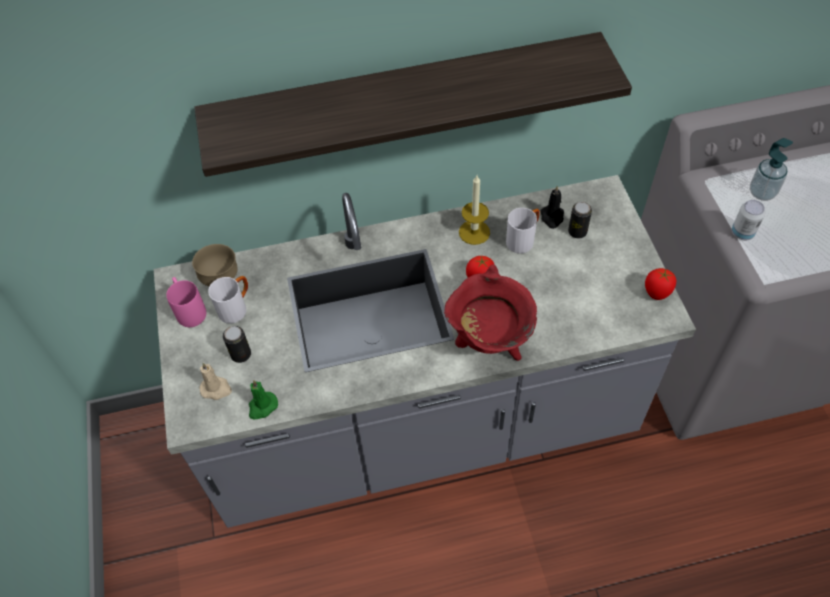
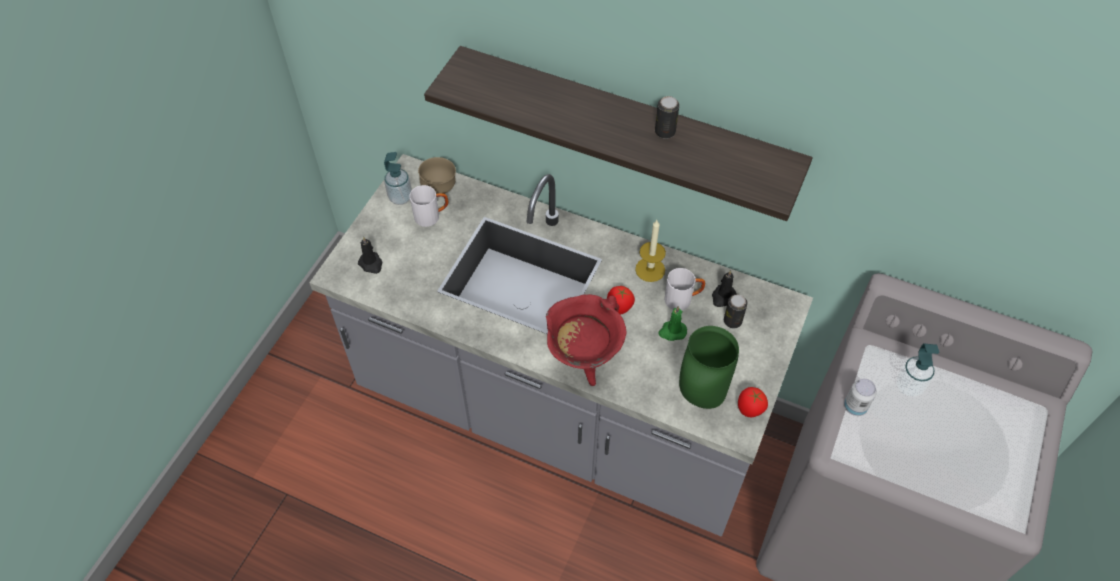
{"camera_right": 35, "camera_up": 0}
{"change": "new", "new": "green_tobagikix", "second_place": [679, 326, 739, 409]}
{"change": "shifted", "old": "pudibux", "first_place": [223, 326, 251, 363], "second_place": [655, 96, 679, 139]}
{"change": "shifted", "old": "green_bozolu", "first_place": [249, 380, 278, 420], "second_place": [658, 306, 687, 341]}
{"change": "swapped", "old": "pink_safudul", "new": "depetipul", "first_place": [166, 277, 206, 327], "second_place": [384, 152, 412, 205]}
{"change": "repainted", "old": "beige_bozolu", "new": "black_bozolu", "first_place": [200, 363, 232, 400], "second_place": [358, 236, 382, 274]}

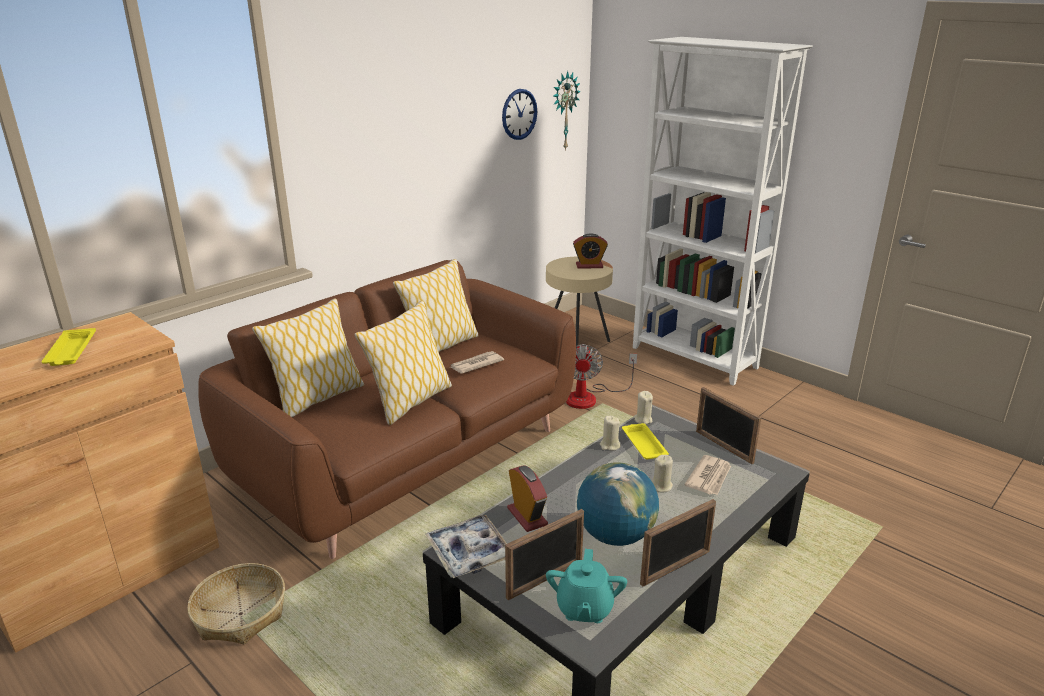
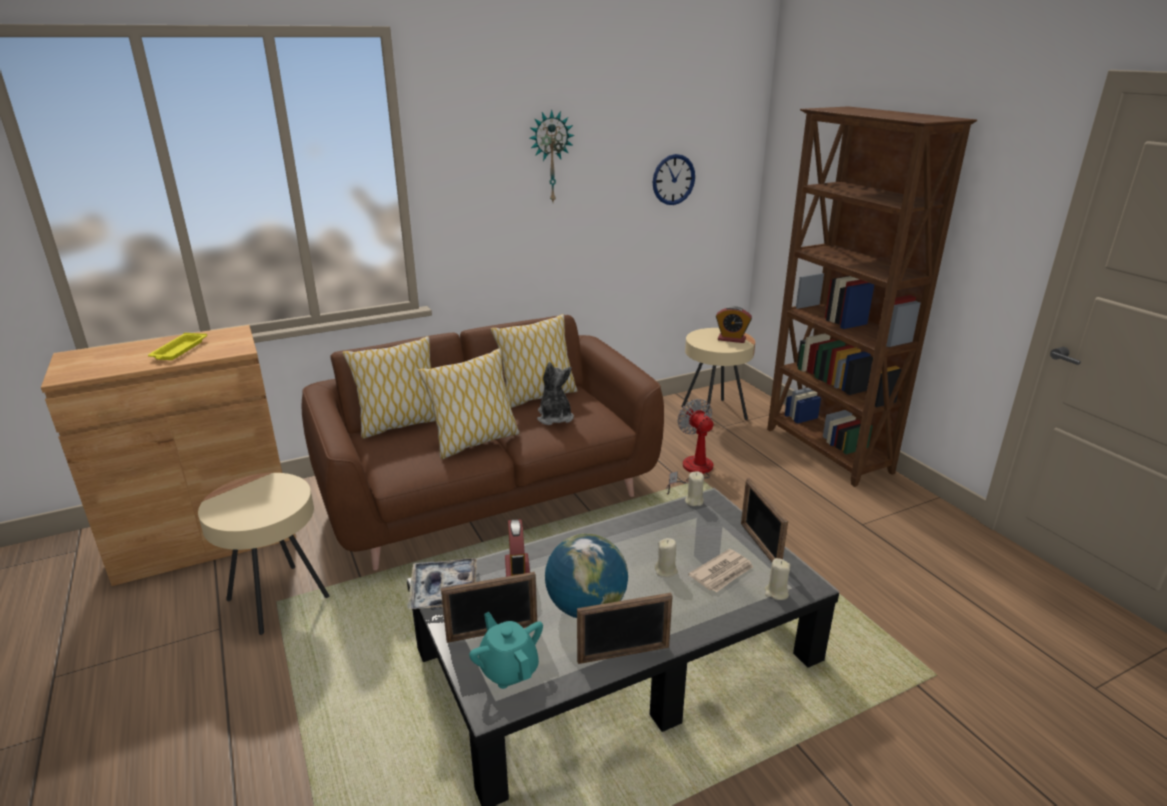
{"camera_right": 20, "camera_up": 0}
{"change": "gone", "old": "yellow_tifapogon", "first_place": [622, 423, 669, 459]}
{"change": "shifted", "old": "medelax", "first_place": [553, 71, 581, 151], "second_place": [529, 109, 575, 202]}
{"change": "shifted", "old": "beige_bozolu", "first_place": [600, 416, 621, 451], "second_place": [765, 558, 791, 600]}
{"change": "swapped", "old": "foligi", "new": "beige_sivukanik", "first_place": [187, 563, 285, 644], "second_place": [198, 473, 329, 635]}
{"change": "swapped", "old": "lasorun", "new": "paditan", "first_place": [449, 351, 504, 374], "second_place": [537, 362, 574, 425]}
{"change": "repainted", "old": "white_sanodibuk", "new": "brown_sanodibuk", "first_place": [633, 37, 813, 386], "second_place": [767, 106, 977, 487]}
{"change": "rotated", "old": "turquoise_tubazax", "first_place": [546, 549, 627, 623], "second_place": [469, 612, 543, 689], "degrees": 120}
{"change": "rotated", "old": "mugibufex", "first_place": [566, 344, 637, 409], "second_place": [666, 399, 713, 494], "degrees": 135}

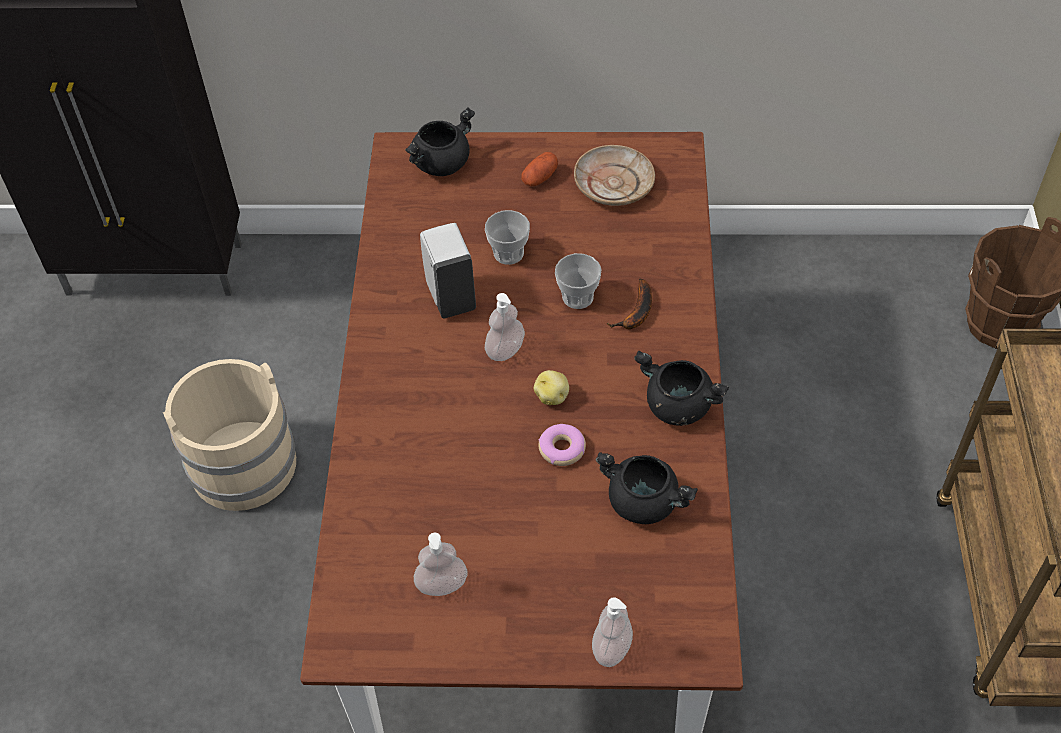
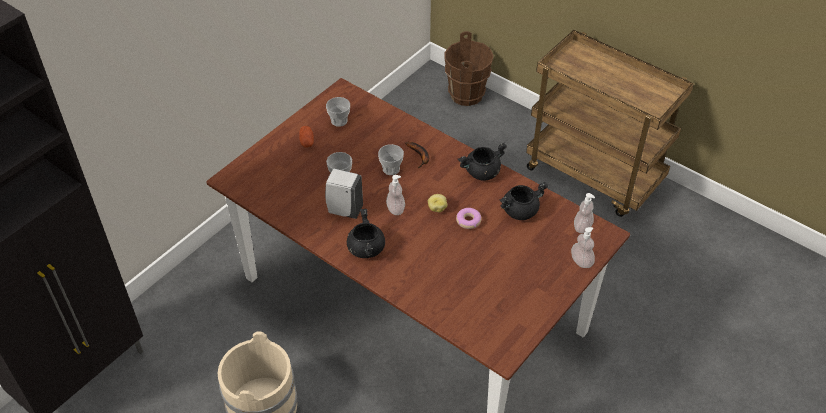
{"camera_right": -55, "camera_up": -5}
{"change": "shifted", "old": "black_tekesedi", "first_place": [405, 107, 475, 176], "second_place": [347, 209, 385, 258]}
{"change": "shifted", "old": "depetipul", "first_place": [414, 533, 468, 596], "second_place": [574, 193, 595, 234]}
{"change": "swapped", "old": "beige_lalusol", "new": "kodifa", "first_place": [574, 145, 655, 206], "second_place": [326, 97, 350, 127]}

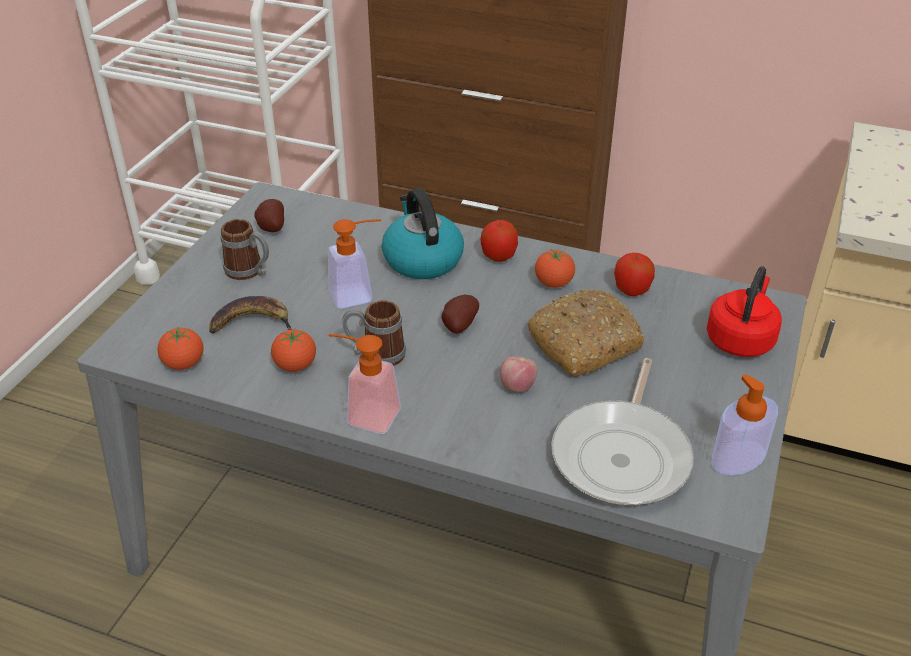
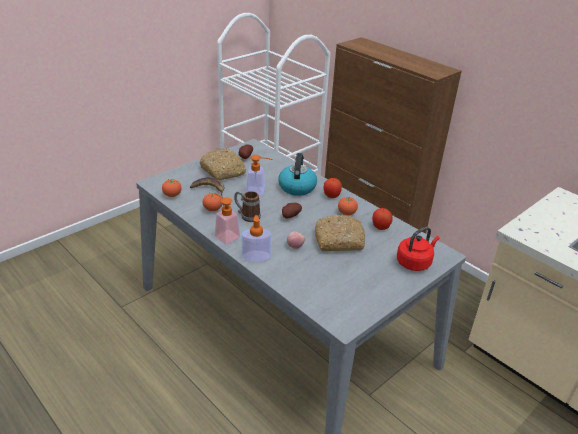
{"camera_right": 25, "camera_up": -5}
{"change": "gone", "old": "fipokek", "first_place": [551, 358, 694, 505]}
{"change": "shifted", "old": "depetipul", "first_place": [711, 374, 778, 475], "second_place": [241, 215, 271, 262]}
{"change": "swapped", "old": "safudul", "new": "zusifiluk", "first_place": [220, 219, 269, 280], "second_place": [199, 148, 246, 181]}

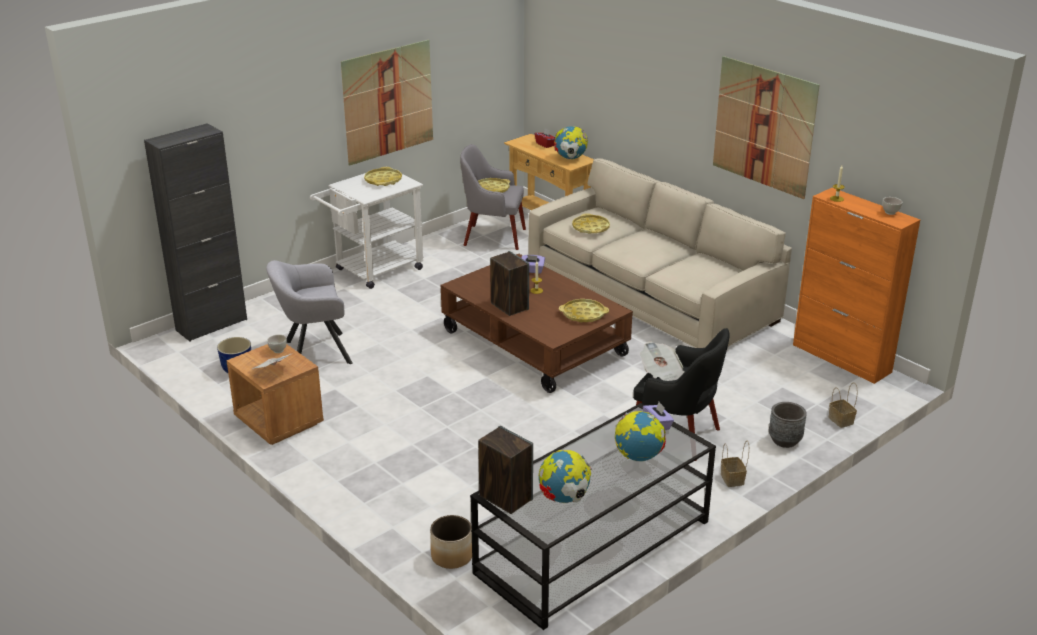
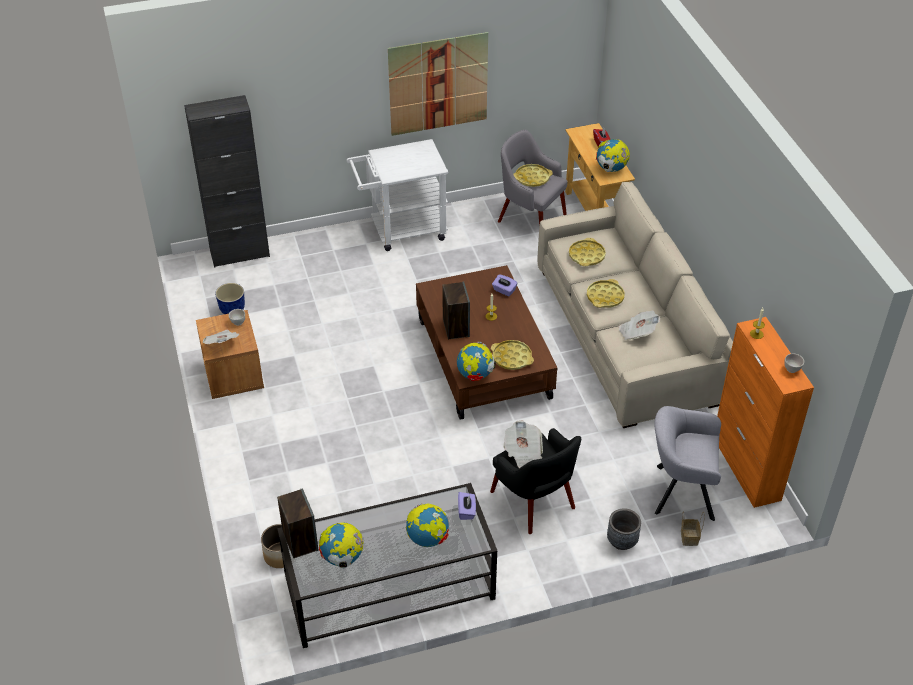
{"camera_right": 25, "camera_up": 15}
{"change": "gone", "old": "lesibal", "first_place": [713, 56, 820, 199]}
{"change": "gone", "old": "foligi", "first_place": [721, 441, 749, 487]}
{"change": "new", "new": "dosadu", "second_place": [457, 342, 496, 381]}
{"change": "new", "new": "lasorun", "second_place": [618, 311, 660, 340]}
{"change": "shifted", "old": "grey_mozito", "first_place": [266, 260, 353, 364], "second_place": [654, 406, 721, 521]}
{"change": "shifted", "old": "yellow_tifapogon", "first_place": [364, 167, 402, 186], "second_place": [587, 279, 625, 308]}

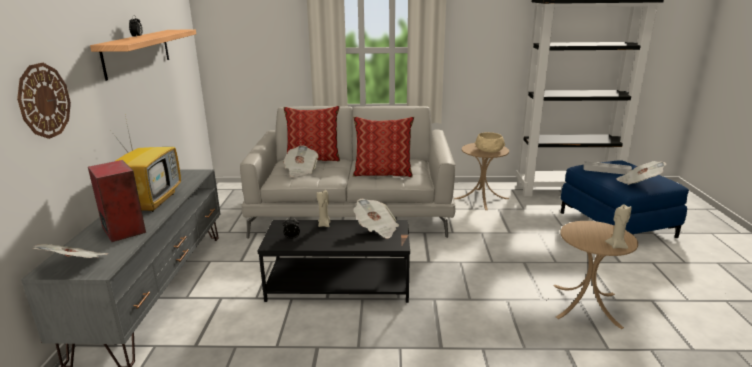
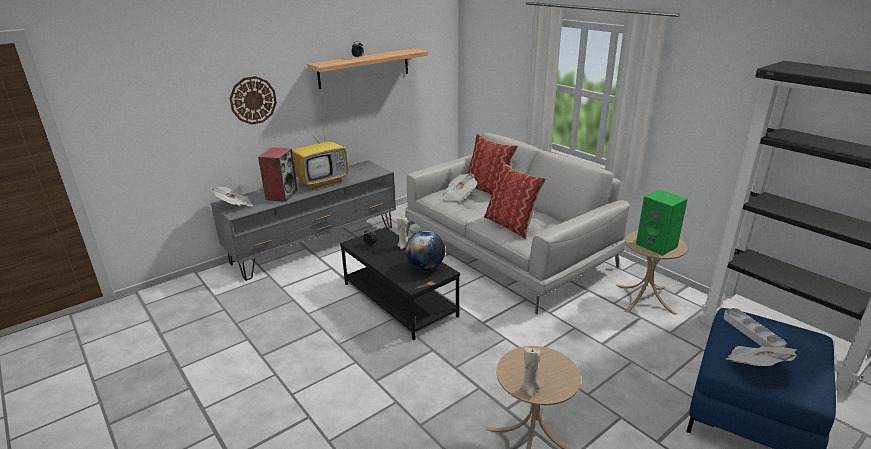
{"camera_right": 50, "camera_up": 5}
{"change": "swapped", "old": "lasorun", "new": "dosadu", "first_place": [353, 199, 399, 238], "second_place": [405, 231, 445, 271]}
{"change": "swapped", "old": "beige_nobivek", "new": "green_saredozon", "first_place": [475, 132, 505, 153], "second_place": [636, 189, 688, 256]}

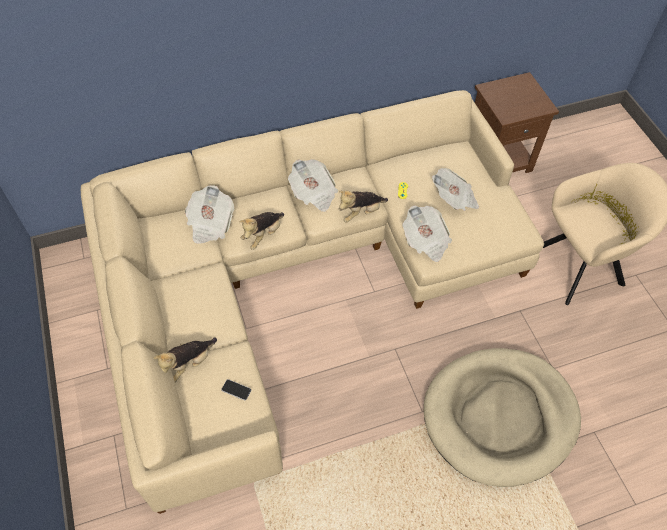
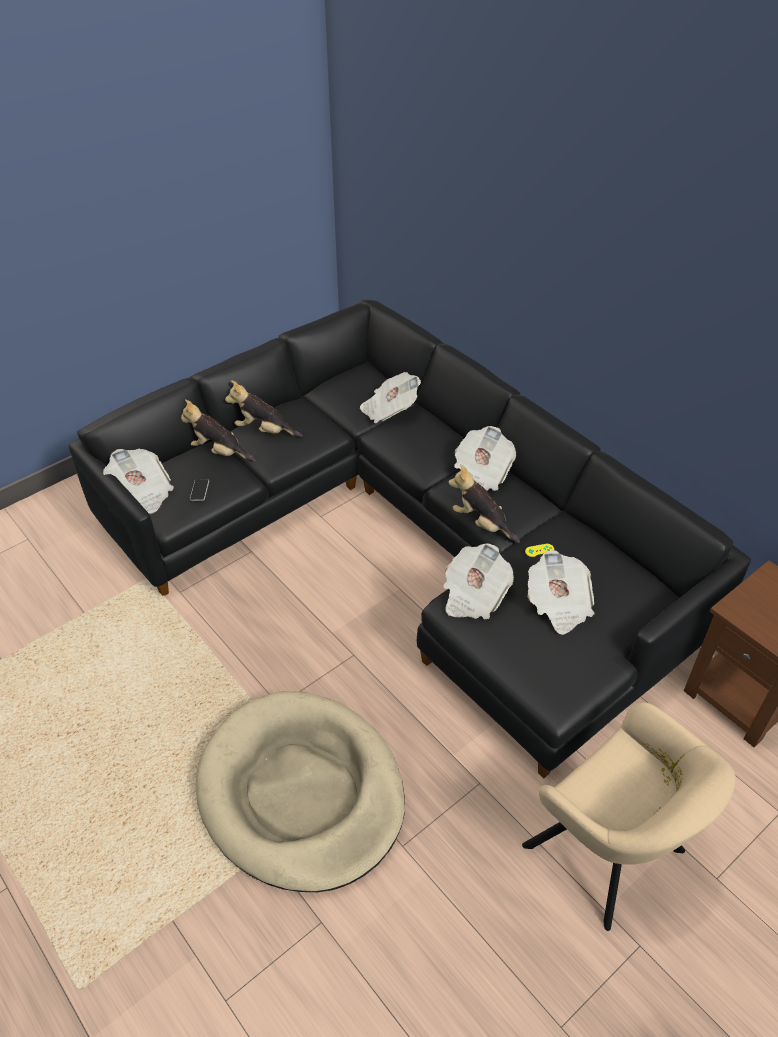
{"camera_right": 70, "camera_up": -10}
{"change": "new", "new": "lasorun", "second_place": [103, 449, 174, 514]}
{"change": "shifted", "old": "paditan", "first_place": [240, 212, 284, 250], "second_place": [225, 380, 302, 437]}
{"change": "repainted", "old": "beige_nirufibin", "new": "black_nirufibin", "first_place": [81, 90, 544, 514], "second_place": [68, 300, 751, 778]}

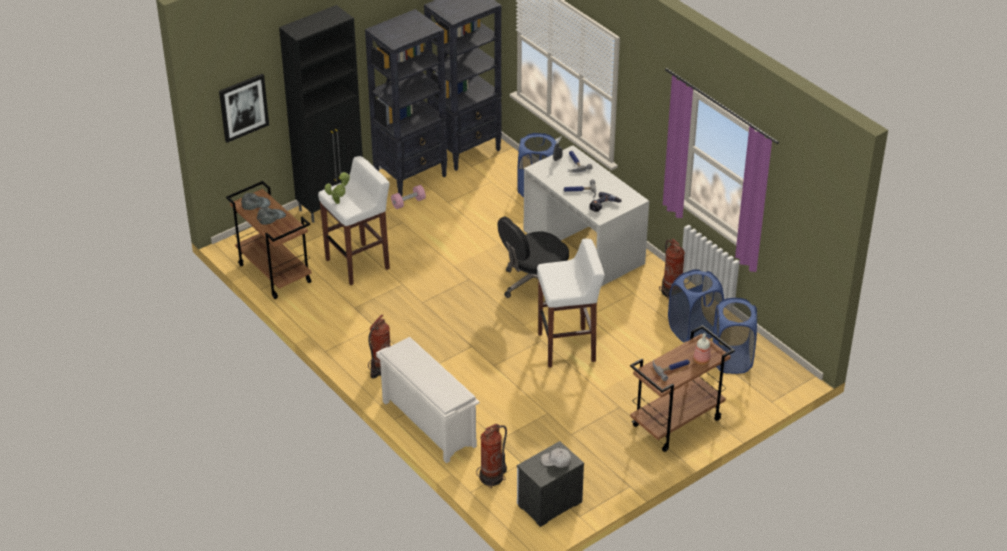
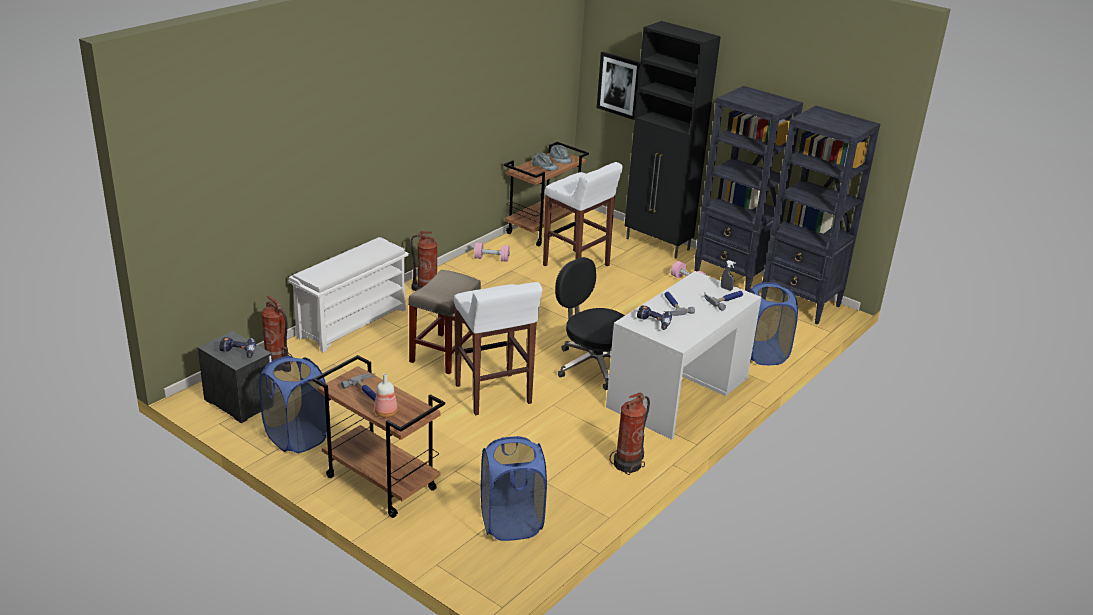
{"camera_right": 75, "camera_up": -10}
{"change": "gone", "old": "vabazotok", "first_place": [325, 172, 350, 204]}
{"change": "new", "new": "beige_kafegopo", "second_place": [408, 270, 481, 374]}
{"change": "new", "new": "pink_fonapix", "second_place": [474, 243, 510, 262]}
{"change": "shifted", "old": "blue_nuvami", "first_place": [668, 269, 724, 342], "second_place": [259, 356, 327, 453]}
{"change": "swapped", "old": "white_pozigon", "new": "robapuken", "first_place": [541, 448, 571, 468], "second_place": [219, 337, 256, 358]}

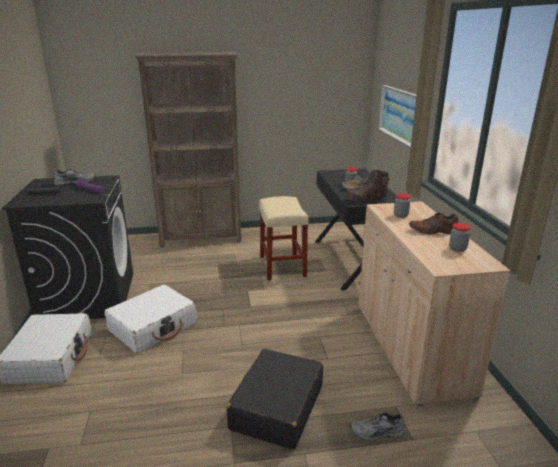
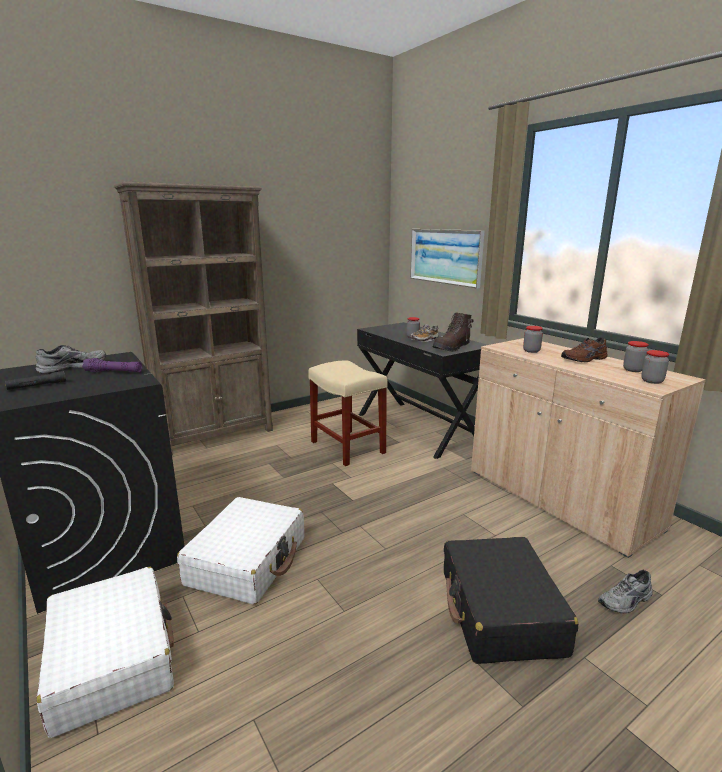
{"camera_right": -25, "camera_up": -5}
{"change": "new", "new": "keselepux", "second_place": [641, 350, 669, 384]}

